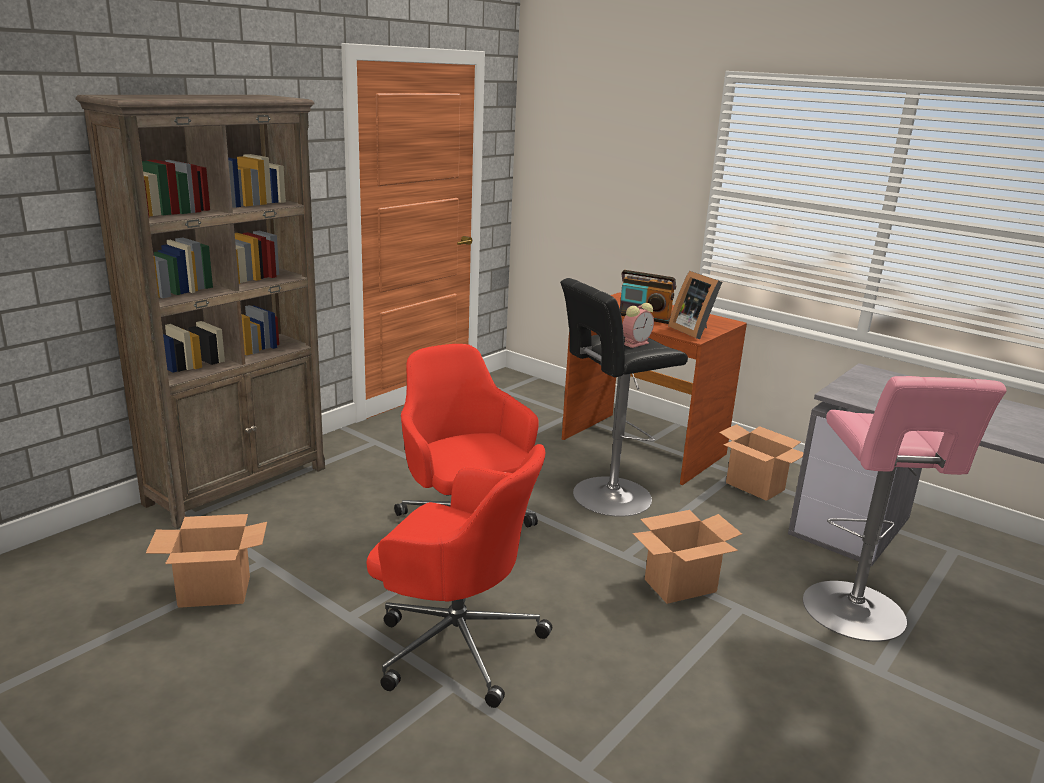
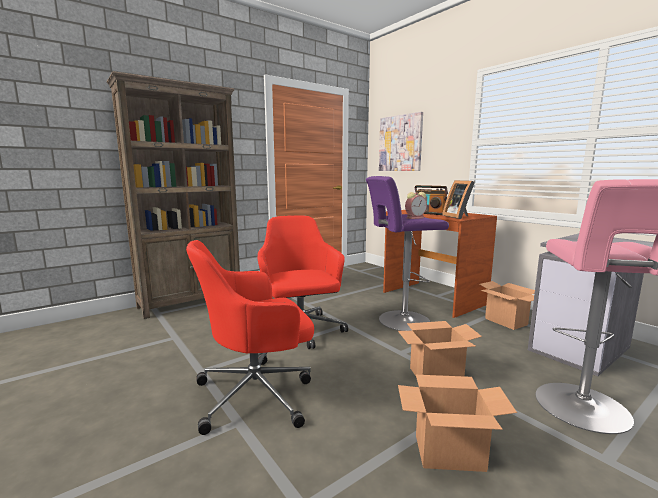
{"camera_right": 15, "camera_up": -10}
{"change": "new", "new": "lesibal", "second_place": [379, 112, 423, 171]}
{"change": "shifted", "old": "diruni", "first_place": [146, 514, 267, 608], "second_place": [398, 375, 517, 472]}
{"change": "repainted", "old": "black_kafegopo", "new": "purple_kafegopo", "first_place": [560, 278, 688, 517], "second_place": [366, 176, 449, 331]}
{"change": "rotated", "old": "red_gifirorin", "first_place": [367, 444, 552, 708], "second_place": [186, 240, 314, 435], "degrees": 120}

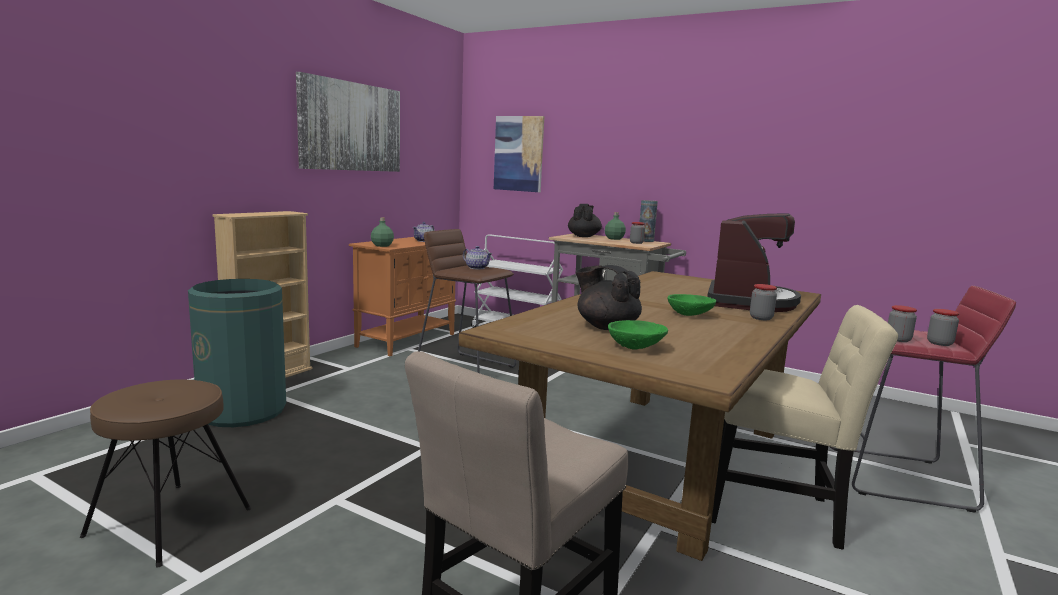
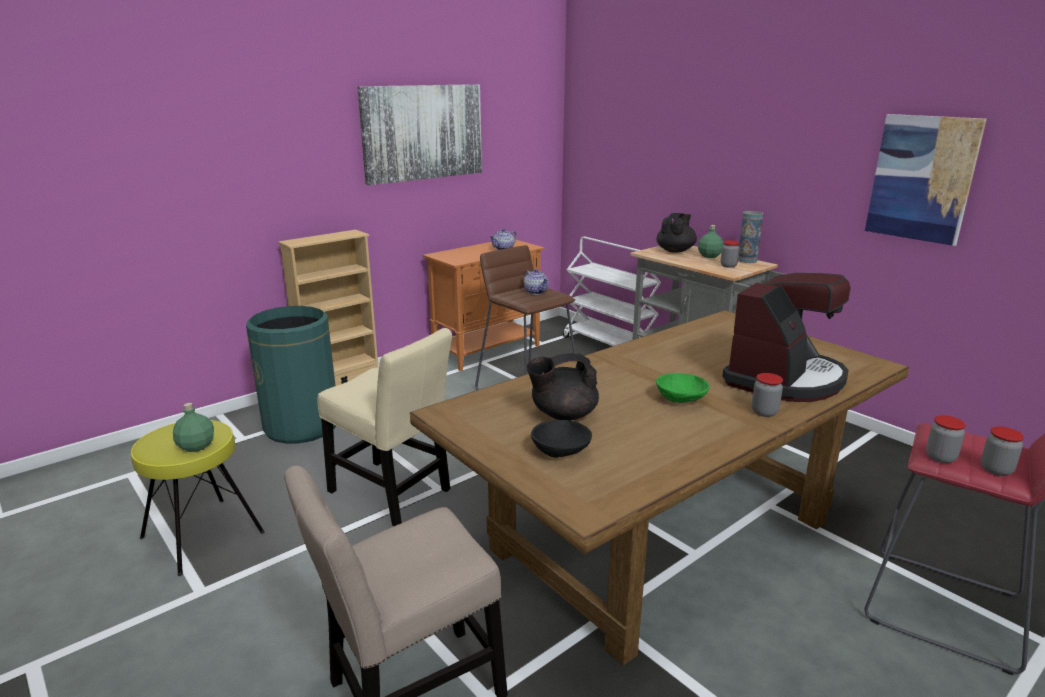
{"camera_right": 20, "camera_up": 10}
{"change": "shifted", "old": "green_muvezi", "first_place": [371, 218, 394, 247], "second_place": [173, 403, 214, 452]}
{"change": "shifted", "old": "lesibal", "first_place": [494, 116, 544, 192], "second_place": [865, 114, 987, 246]}
{"change": "shifted", "old": "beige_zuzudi", "first_place": [711, 305, 898, 550], "second_place": [317, 328, 452, 526]}
{"change": "repainted", "old": "brown_kafegopo", "new": "yellow_kafegopo", "first_place": [80, 379, 251, 567], "second_place": [131, 420, 264, 576]}
{"change": "repainted", "old": "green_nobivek", "new": "black_nobivek", "first_place": [608, 320, 668, 350], "second_place": [531, 420, 592, 458]}
{"change": "rotated", "old": "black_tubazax", "first_place": [575, 265, 642, 330], "second_place": [526, 353, 599, 421], "degrees": -75}

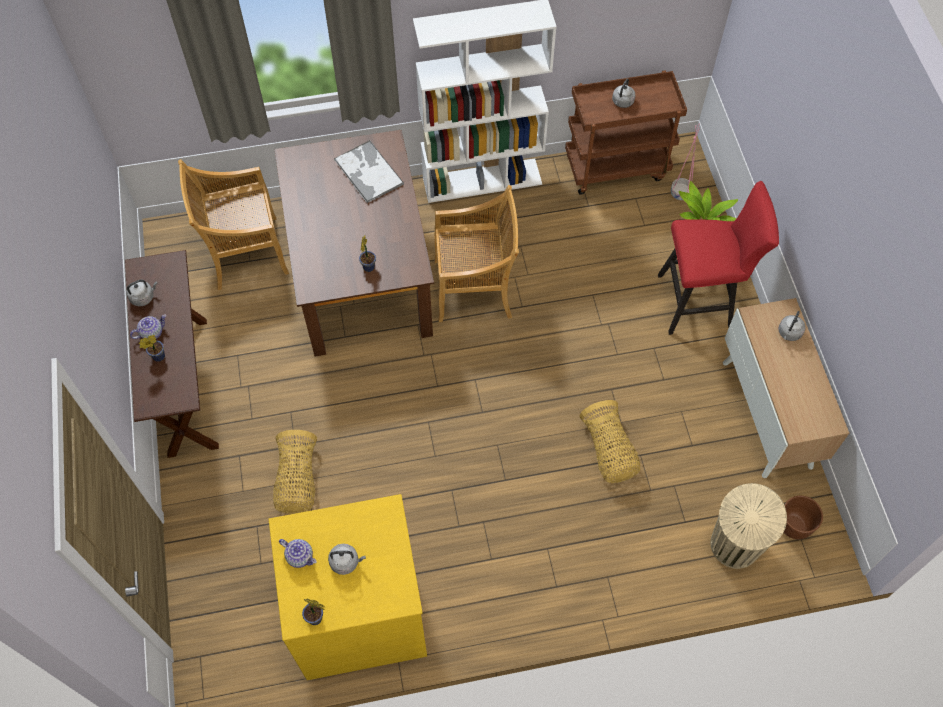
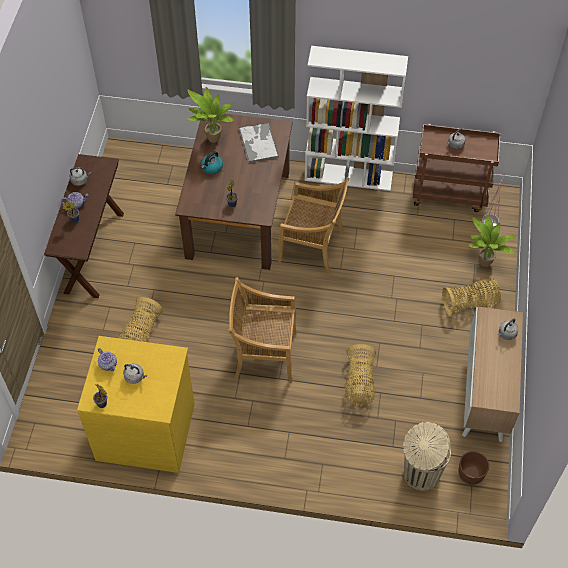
{"camera_right": 20, "camera_up": -5}
{"change": "new", "new": "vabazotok", "second_place": [187, 87, 234, 143]}
{"change": "new", "new": "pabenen", "second_place": [201, 151, 223, 174]}
{"change": "shifted", "old": "beige_zuzudi", "first_place": [178, 159, 289, 290], "second_place": [228, 277, 297, 382]}
{"change": "swapped", "old": "red_kafegopo", "new": "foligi", "first_place": [658, 181, 779, 335], "second_place": [442, 278, 501, 316]}

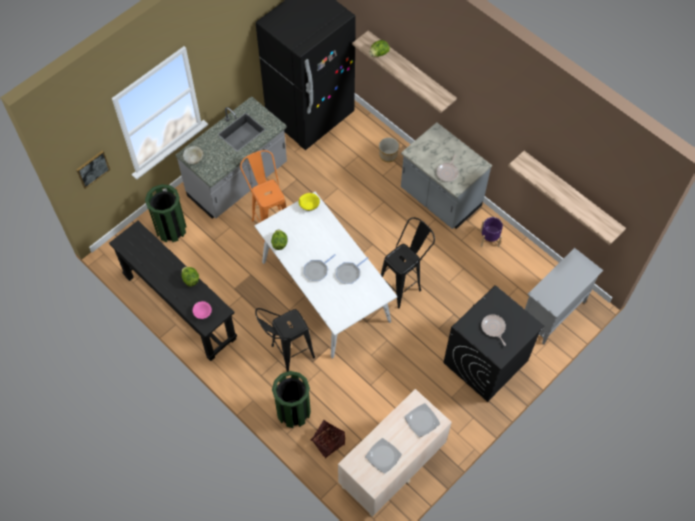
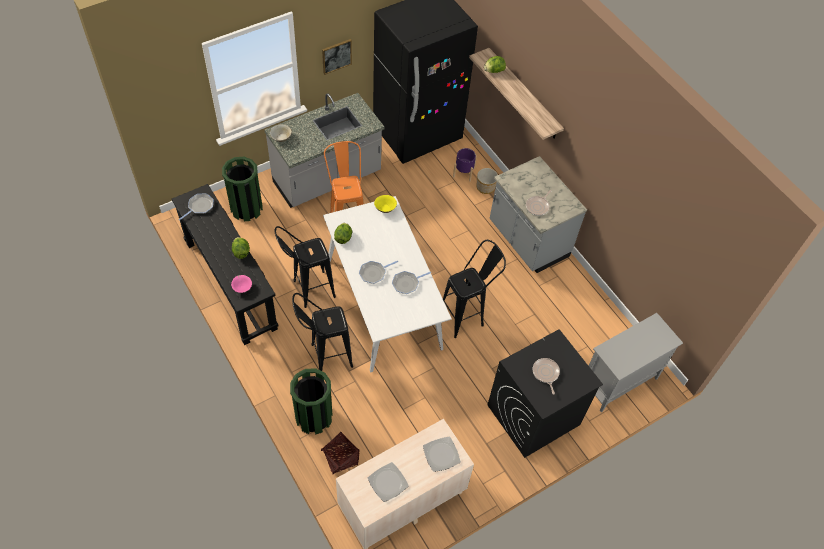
{"camera_right": 10, "camera_up": -5}
{"change": "gone", "old": "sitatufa", "first_place": [508, 151, 626, 245]}
{"change": "new", "new": "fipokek", "second_place": [179, 194, 213, 220]}
{"change": "new", "new": "black_kafegopo", "second_place": [275, 226, 336, 308]}
{"change": "shifted", "old": "lesibal", "first_place": [76, 150, 110, 189], "second_place": [322, 39, 352, 75]}
{"change": "shifted", "old": "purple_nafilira", "first_place": [480, 217, 503, 247], "second_place": [453, 148, 477, 182]}

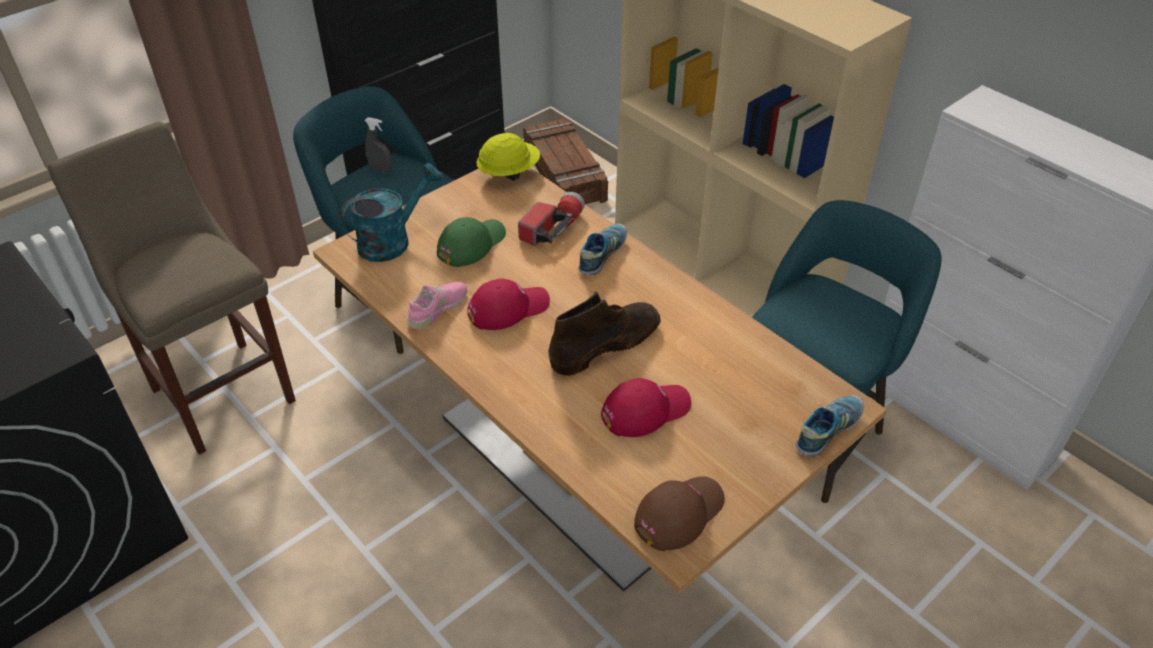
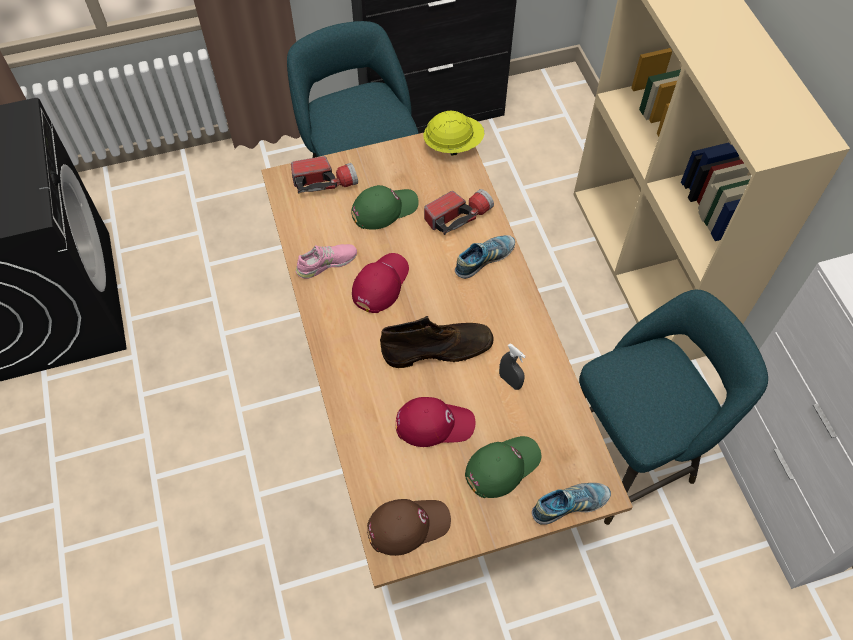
{"camera_right": 25, "camera_up": 15}
{"change": "gone", "old": "beige_kafegopo", "first_place": [48, 122, 296, 455]}
{"change": "gone", "old": "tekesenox", "first_place": [523, 118, 608, 204]}
{"change": "new", "new": "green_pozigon", "second_place": [465, 436, 541, 498]}
{"change": "shifted", "old": "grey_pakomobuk", "first_place": [365, 117, 392, 173], "second_place": [499, 344, 526, 390]}
{"change": "swapped", "old": "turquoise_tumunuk", "new": "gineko", "first_place": [339, 163, 443, 262], "second_place": [291, 156, 358, 194]}
{"change": "rotated", "old": "red_pozigon", "first_place": [468, 278, 550, 330], "second_place": [352, 253, 409, 313], "degrees": -60}

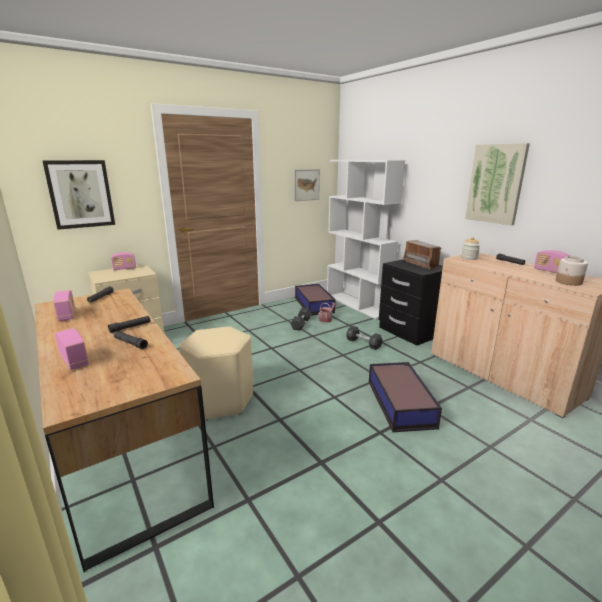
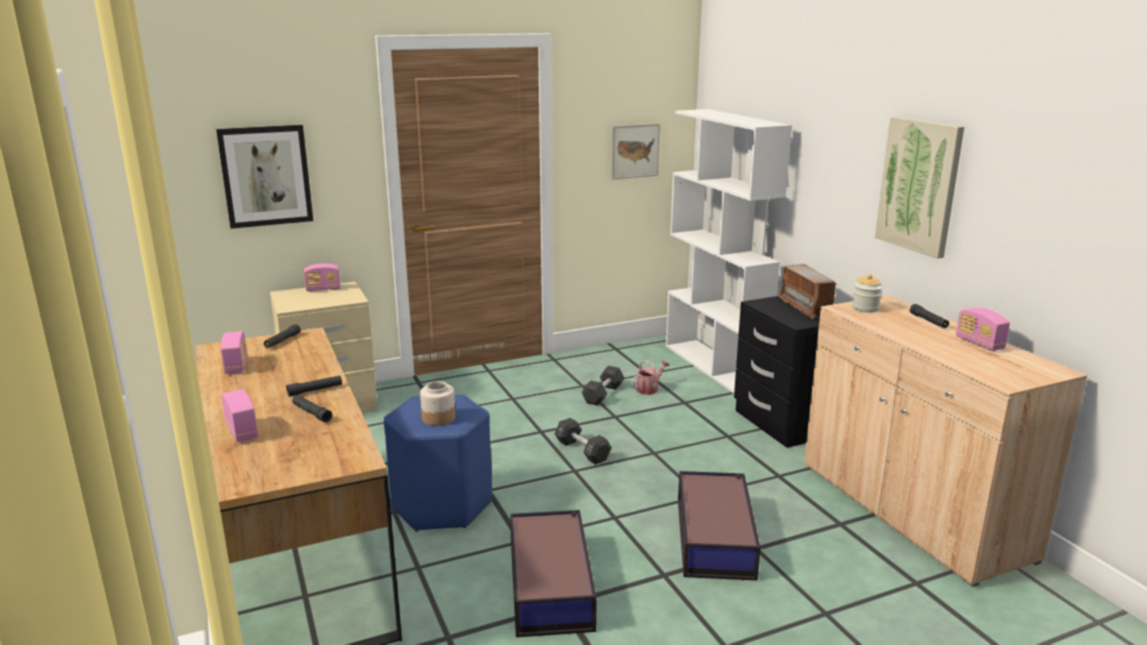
{"camera_right": 10, "camera_up": 0}
{"change": "shifted", "old": "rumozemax", "first_place": [295, 284, 335, 316], "second_place": [510, 510, 597, 637]}
{"change": "shifted", "old": "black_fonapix", "first_place": [346, 326, 383, 350], "second_place": [554, 418, 612, 465]}
{"change": "shifted", "old": "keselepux", "first_place": [556, 256, 588, 286], "second_place": [420, 381, 455, 426]}
{"change": "repainted", "old": "beige_kafegopo", "new": "blue_kafegopo", "first_place": [179, 326, 253, 421], "second_place": [384, 394, 492, 532]}

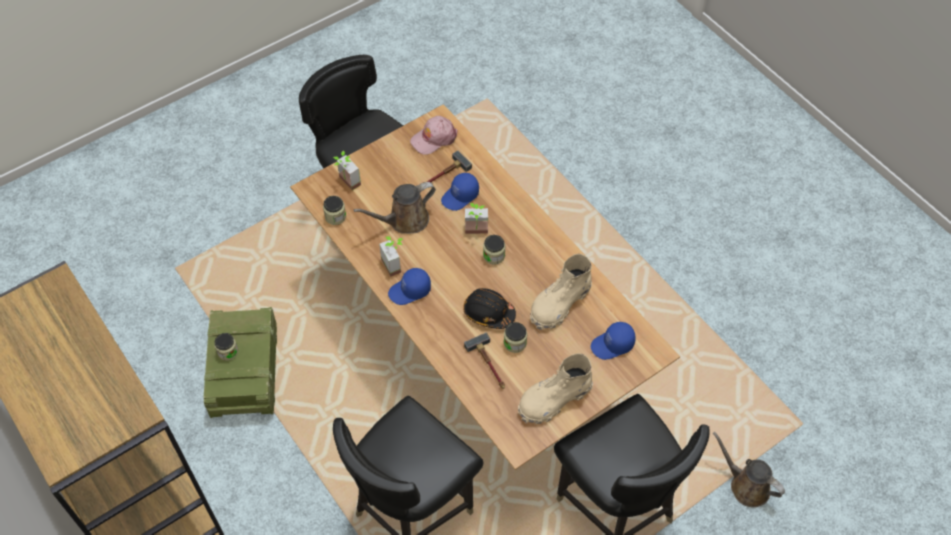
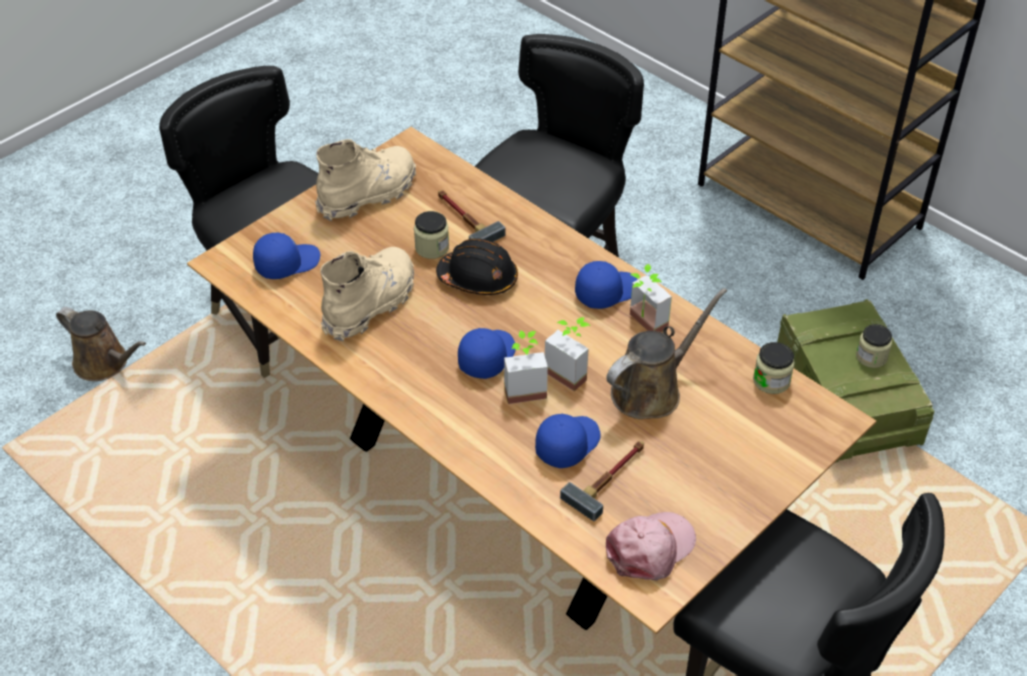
{"camera_right": 170, "camera_up": -10}
{"change": "shifted", "old": "vabazotok", "first_place": [333, 151, 361, 190], "second_place": [545, 317, 591, 391]}
{"change": "swapped", "old": "keselepux", "new": "blue_pozigon", "first_place": [483, 235, 505, 265], "second_place": [458, 328, 516, 379]}

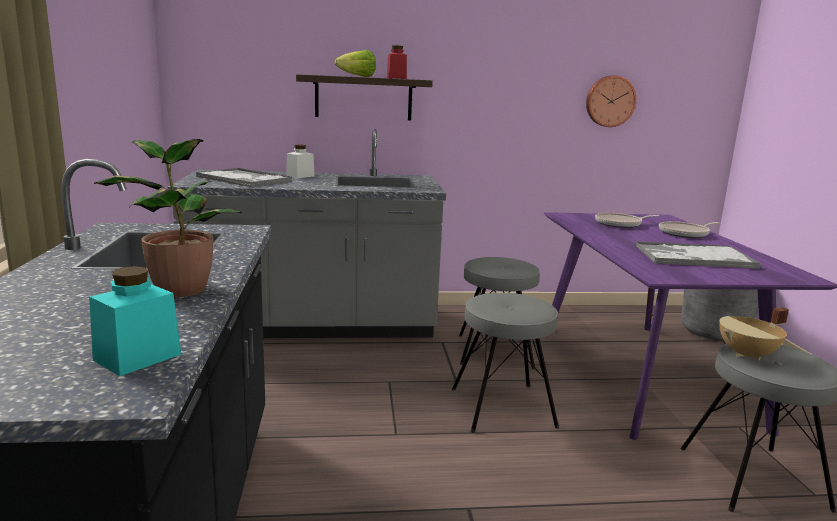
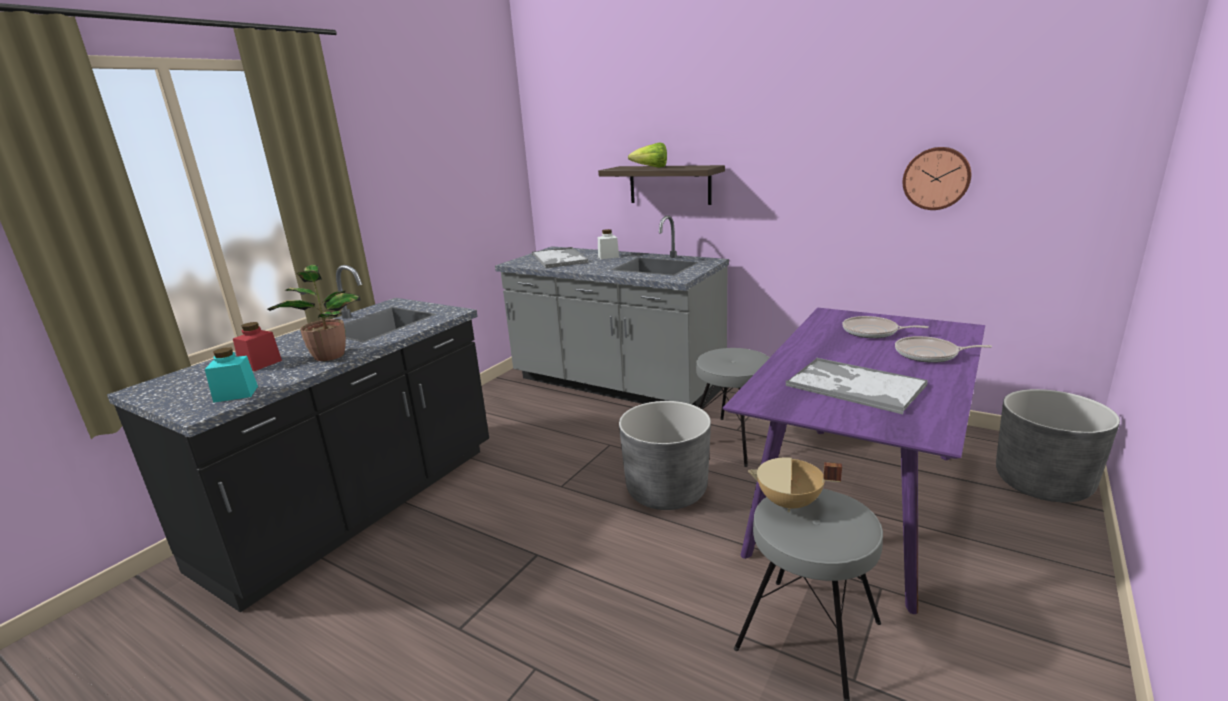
{"camera_right": 40, "camera_up": 5}
{"change": "shifted", "old": "red_keselepux", "first_place": [387, 45, 407, 79], "second_place": [233, 322, 282, 371]}
{"change": "swapped", "old": "grey_kafegopo", "new": "grey_nafilira", "first_place": [452, 293, 559, 433], "second_place": [619, 401, 711, 510]}

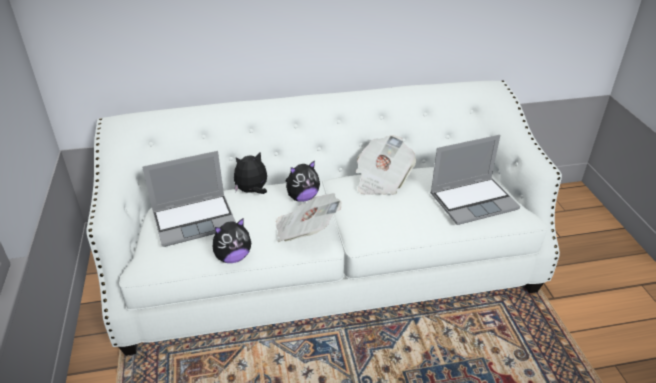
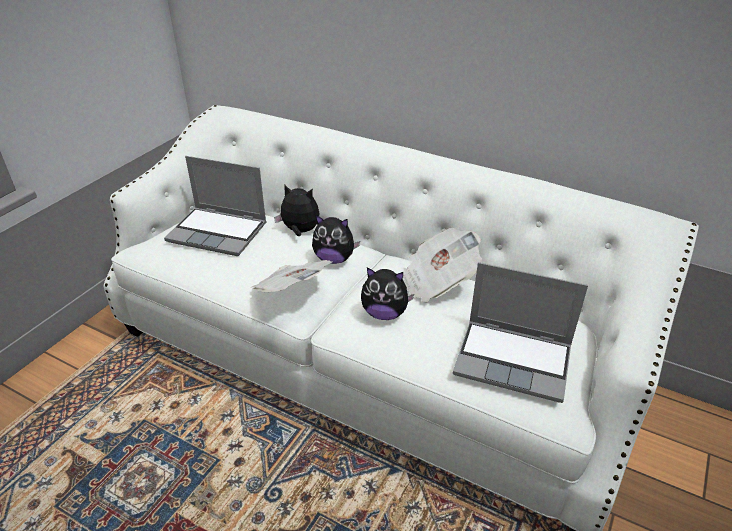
{"camera_right": 40, "camera_up": 0}
{"change": "shifted", "old": "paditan", "first_place": [213, 218, 251, 263], "second_place": [361, 267, 414, 320]}

